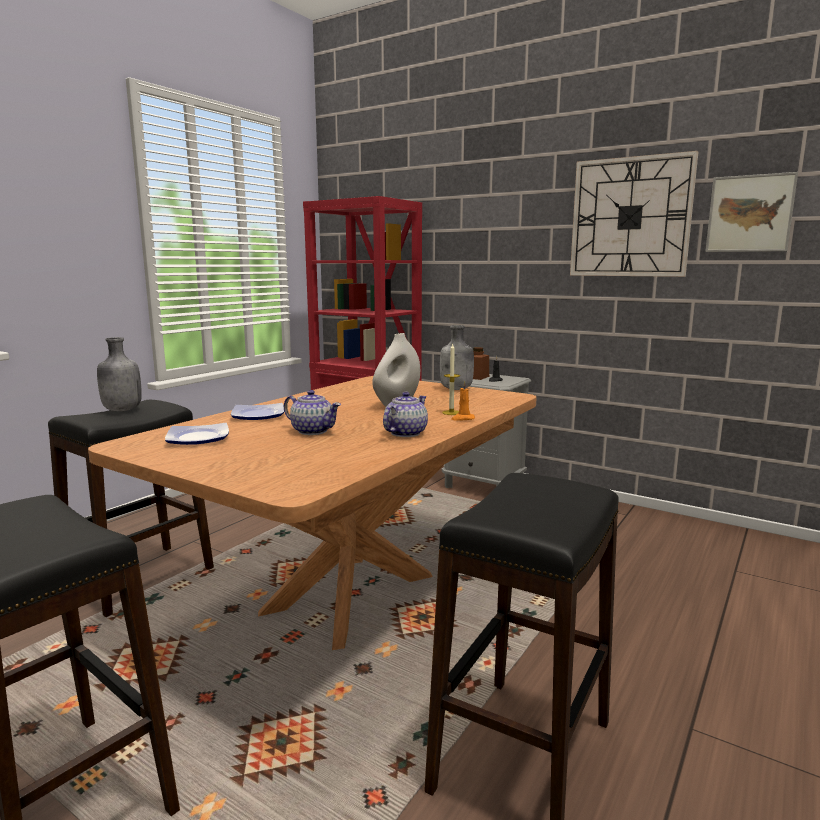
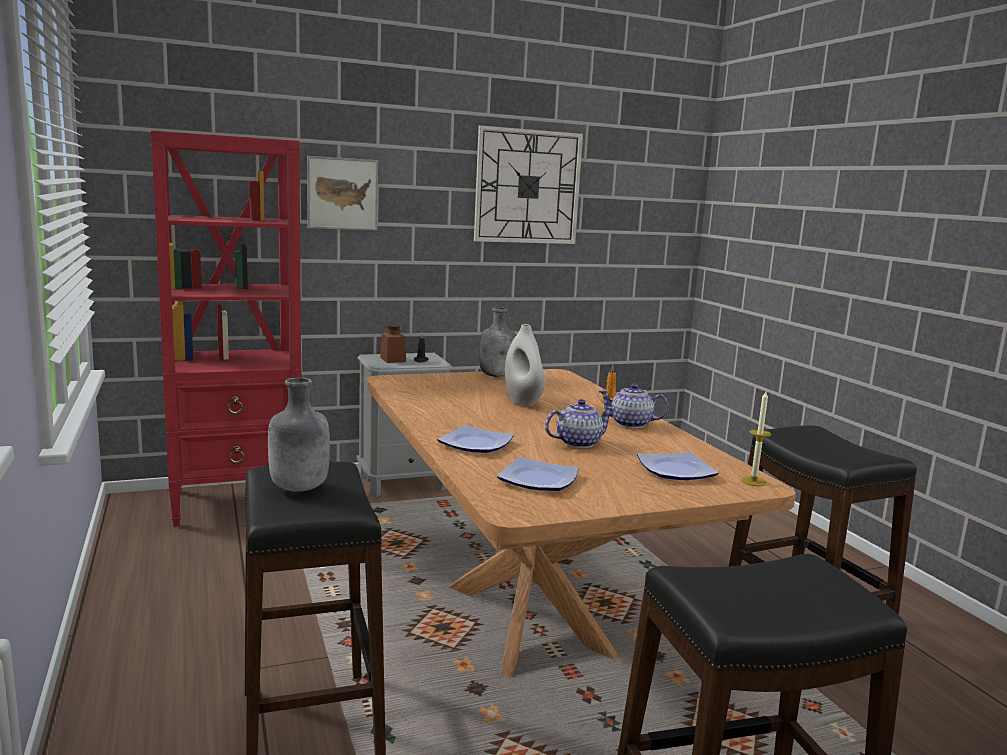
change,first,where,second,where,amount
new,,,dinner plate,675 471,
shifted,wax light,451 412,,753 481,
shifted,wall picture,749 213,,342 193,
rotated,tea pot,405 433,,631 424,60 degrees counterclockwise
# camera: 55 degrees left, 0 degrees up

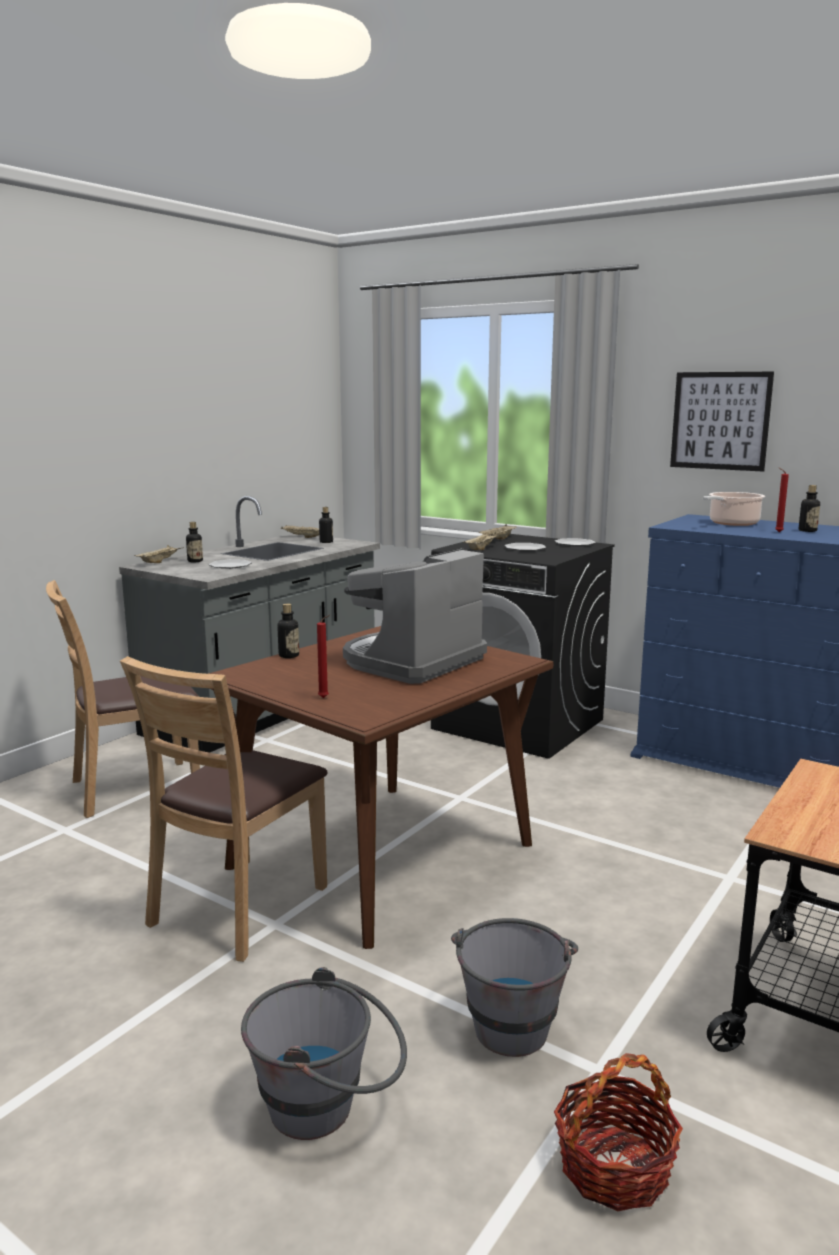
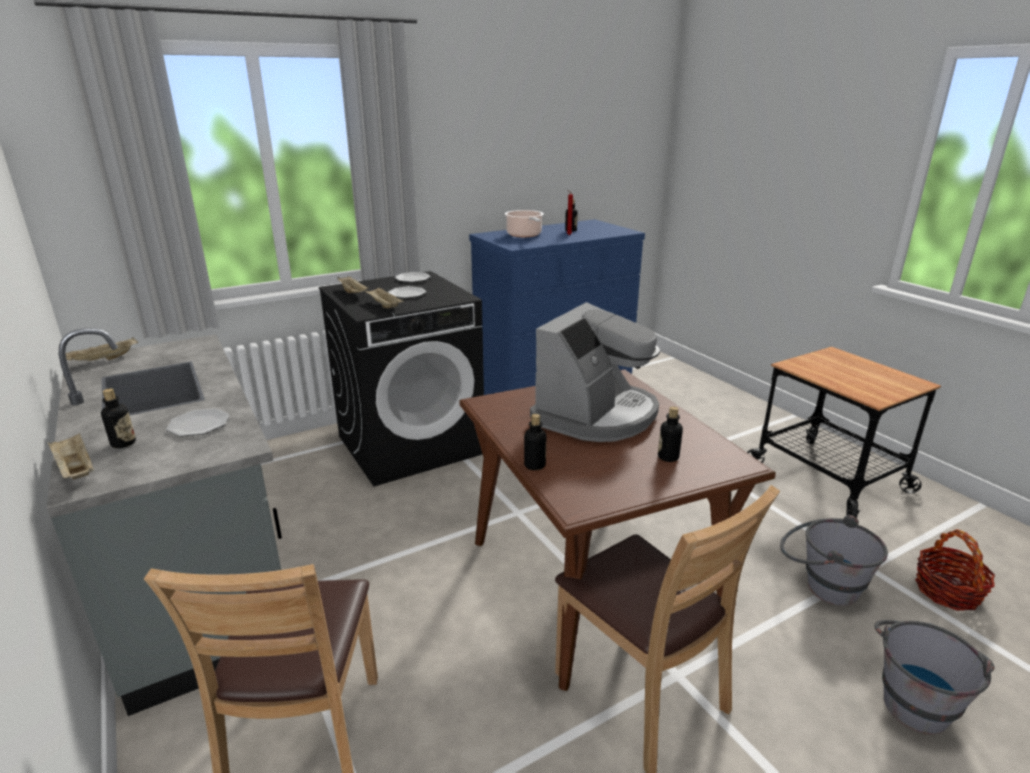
change,first,where,second,where,amount
gone,red wax light,325 698,,,
gone,wall picture,720 421,,,
shifted,beverage bottle,326 542,,668 457,
rotated,coffee maker,411 662,,596 415,120 degrees counterclockwise
# camera: 65 degrees left, 10 degrees up

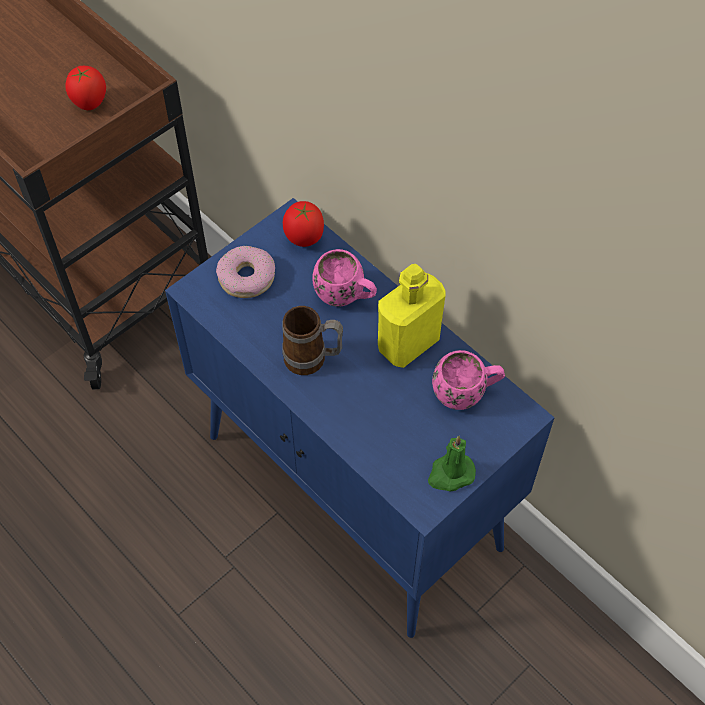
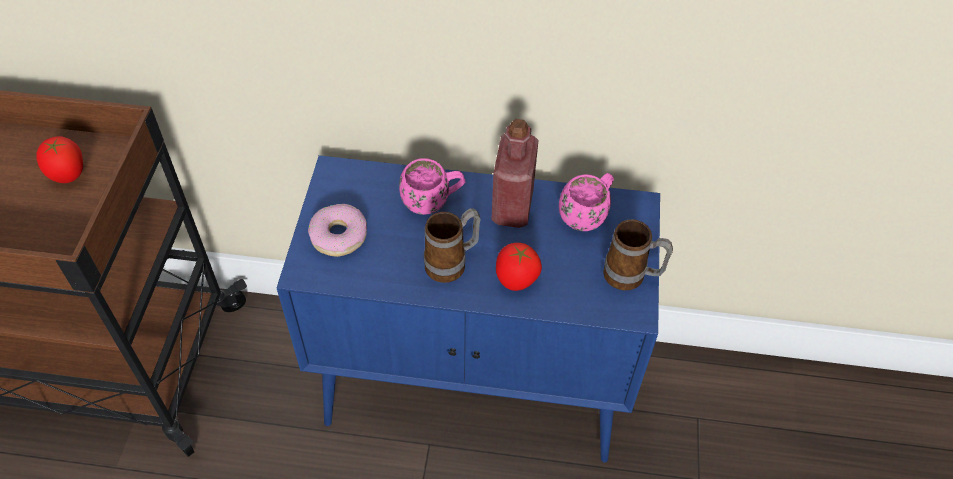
change,first,where,second,where,amount
shifted,fresh tomato,304 239,,516 282,
swapped,green-coloured wax light,450 474,coffee mug,632 277,
repainted,yellowish beverage bottle,408 344,red beverage bottle,512 207,
# camera: 40 degrees left, 5 degrees down

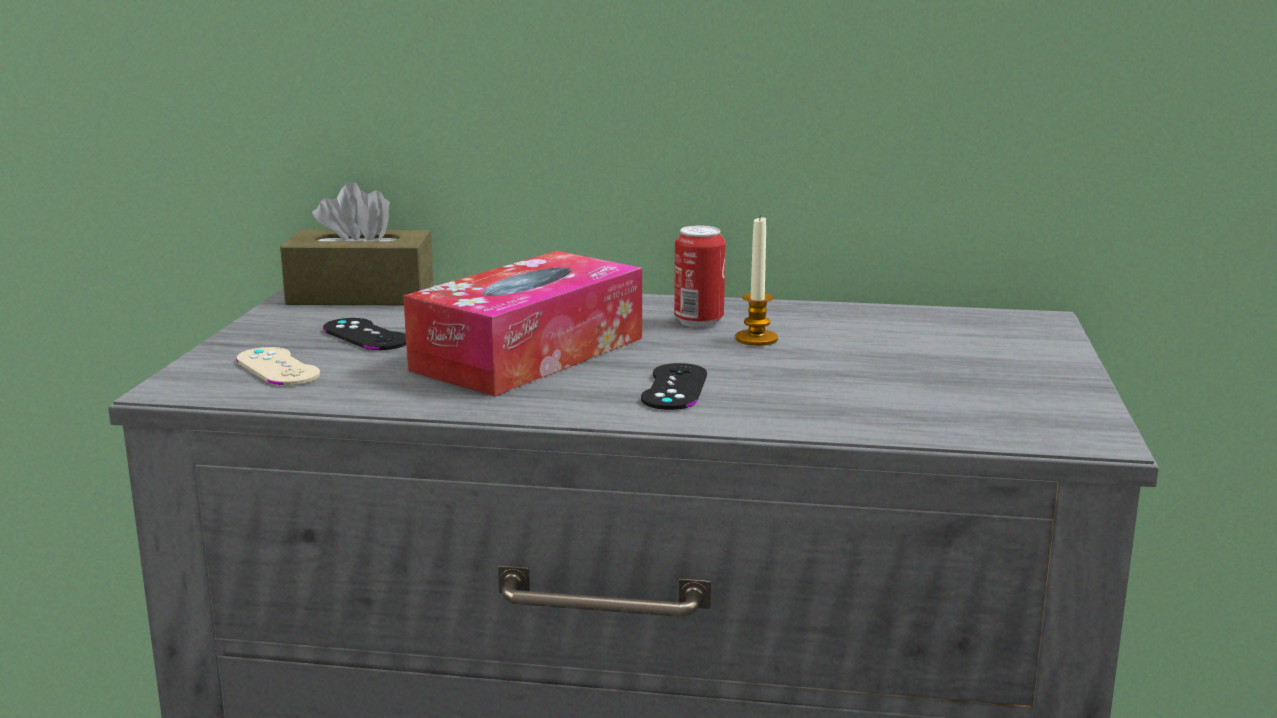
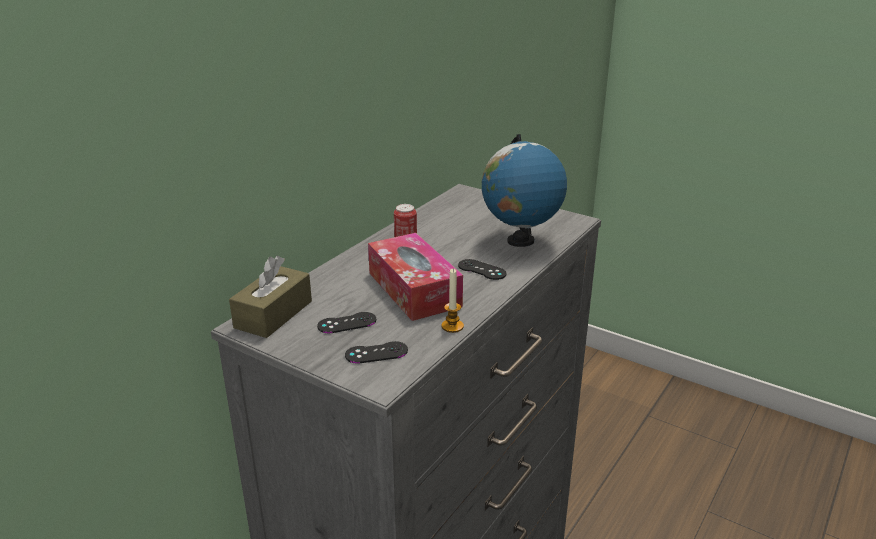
change,first,where,second,where,amount
new,,,globe,520 241,
shifted,wax light,756 339,,452 326,
repainted,beige-coloured game controller,277 367,black-coloured game controller,376 353,
# camera: 65 degrees left, 10 degrees up

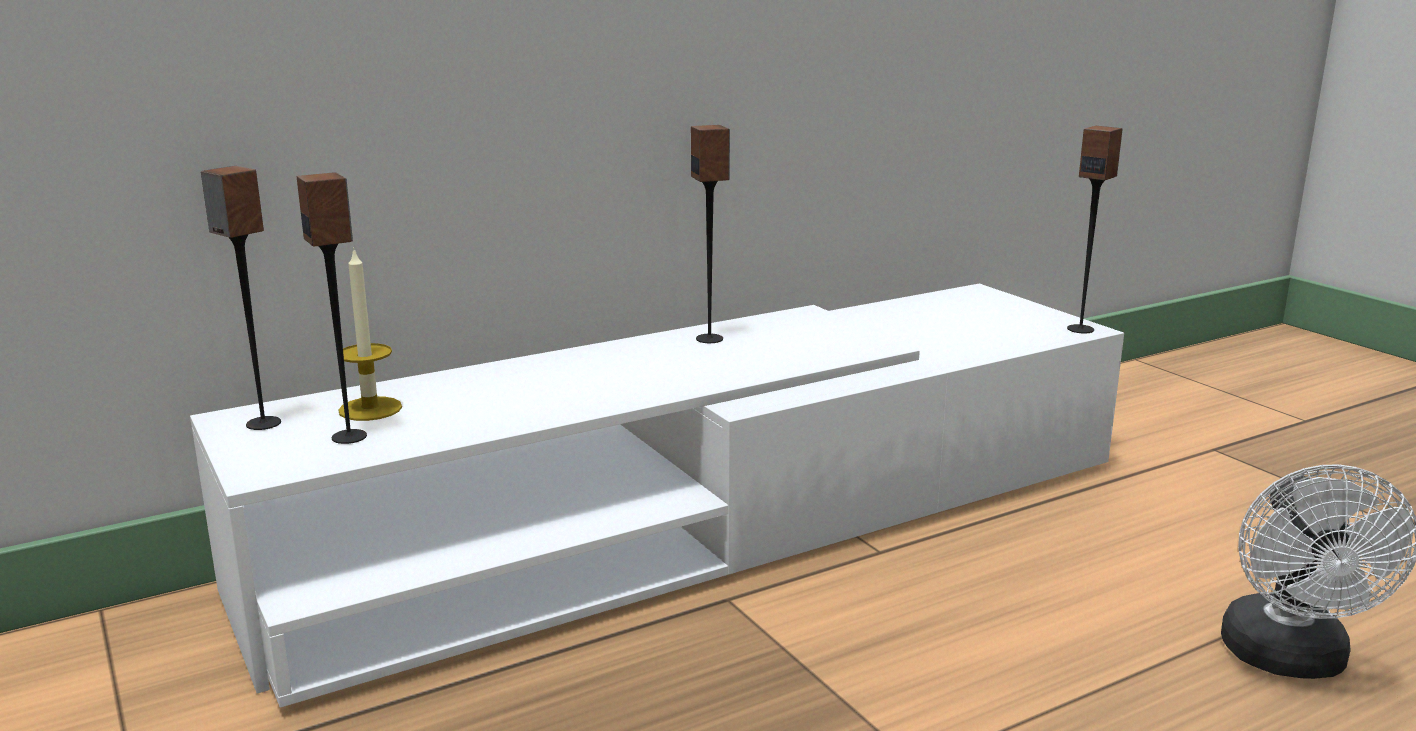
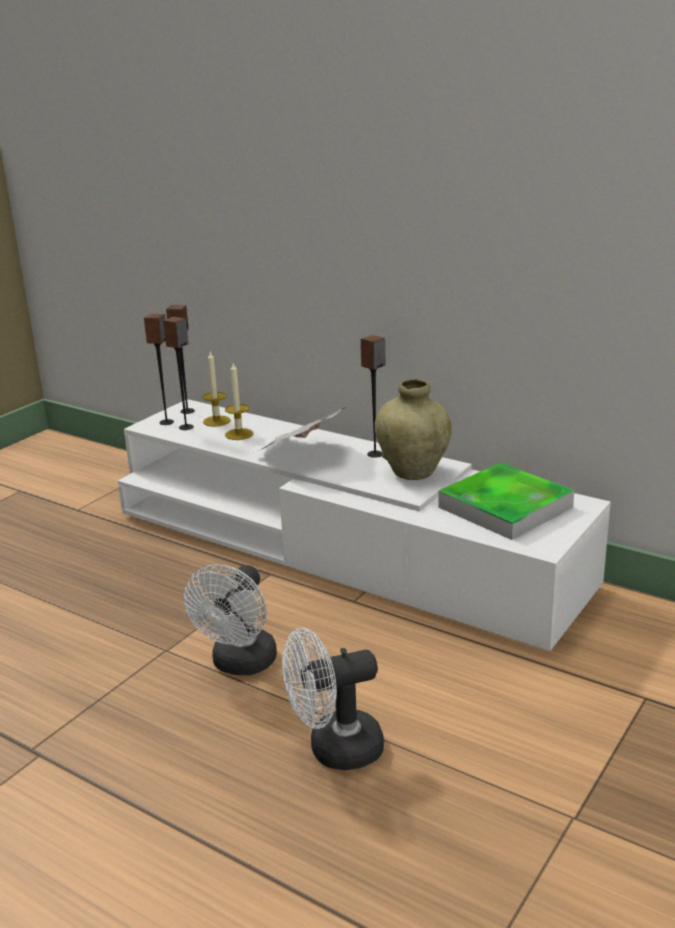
change,first,where,second,where,amount
new,,,whitish cooling fan,240 664,
new,,,wax light,239 434,
new,,,printed paper,301 453,
new,,,beige-coloured flower vase,413 472,
new,,,serving tray,505 507,
shifted,loudspeaker,1080 329,,167 422,
# camera: 65 degrees right, 5 degrees up

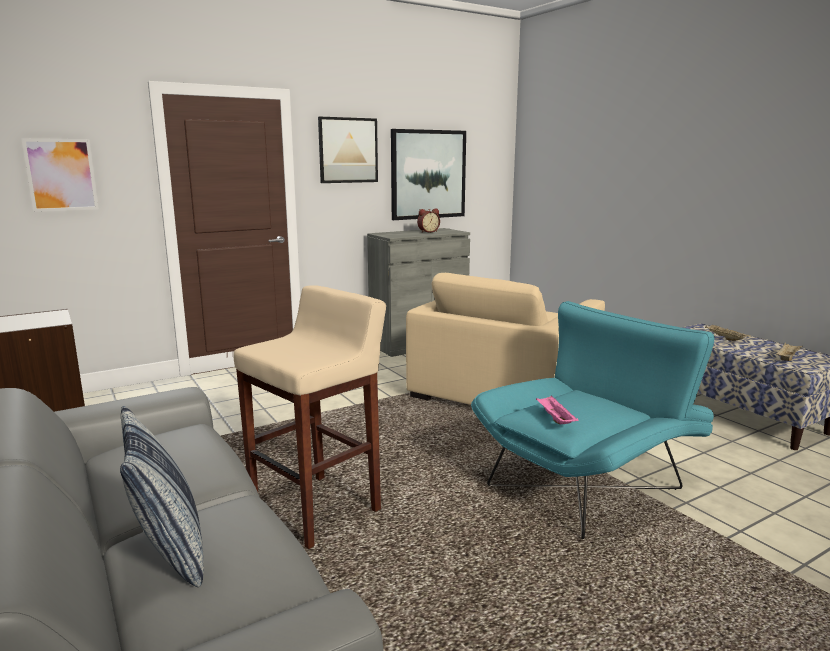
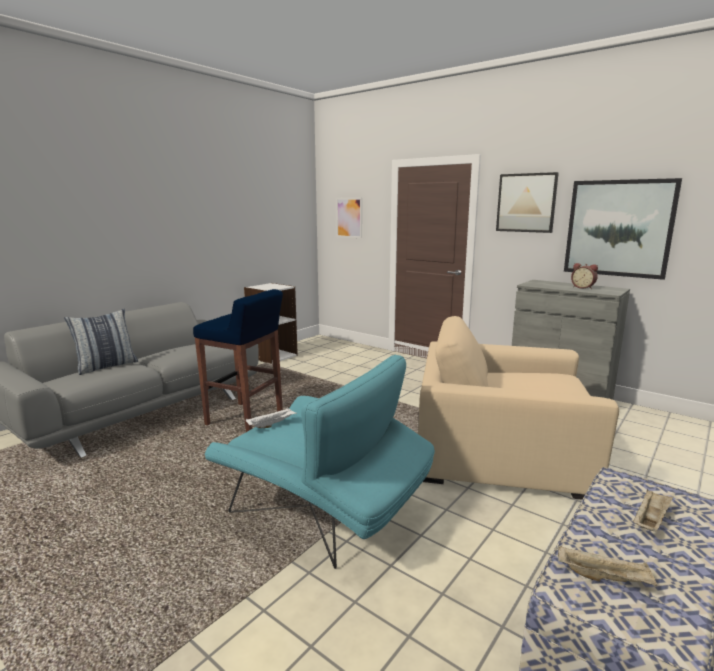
change,first,where,second,where,amount
repainted,beige-coloured stool seat,317 509,blue-coloured stool seat,245 419,
repainted,pink-coloured serving tray,555 419,whitish serving tray,272 424,
# camera: 70 degrees right, 0 degrees up

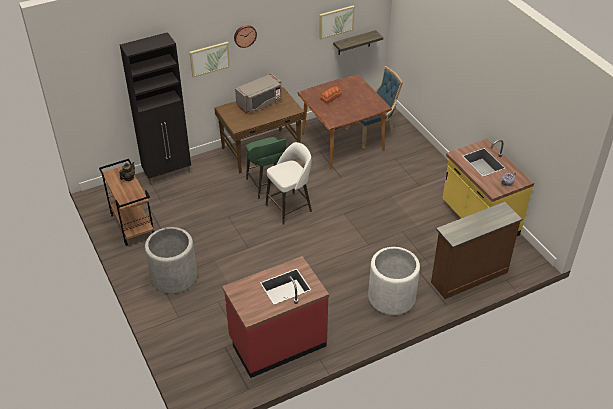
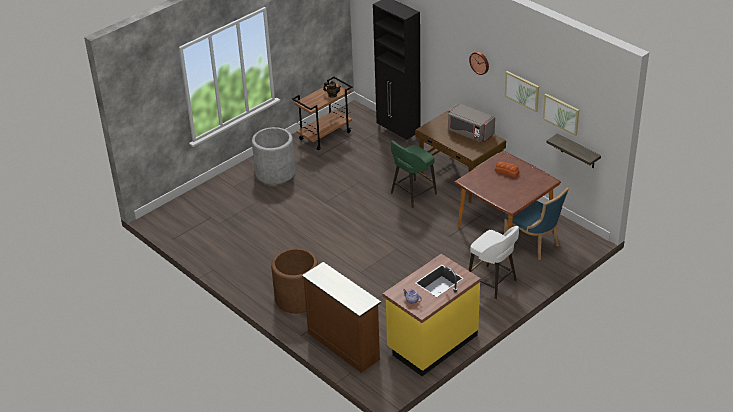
change,first,where,second,where,amount
gone,red counter,277 342,,,
shifted,wall picture,209 59,,522 91,
shifted,whitish stool seat,290 207,,492 283,
repainted,whitish plant pot,391 297,brownish plant pot,297 298,
# camera: 75 degrees right, 5 degrees down

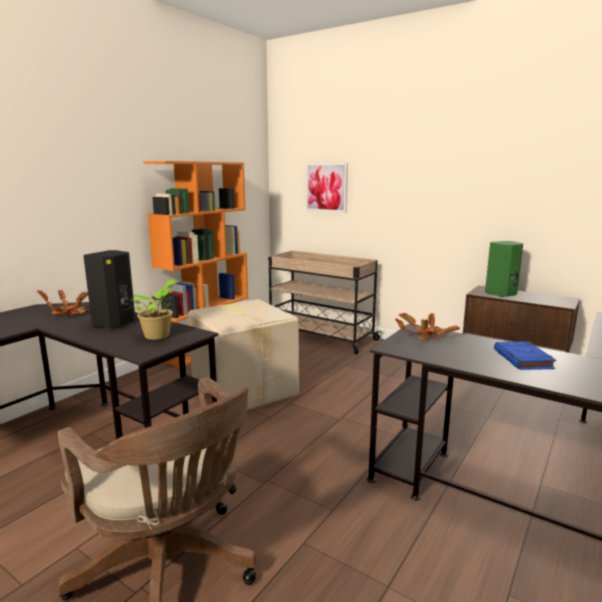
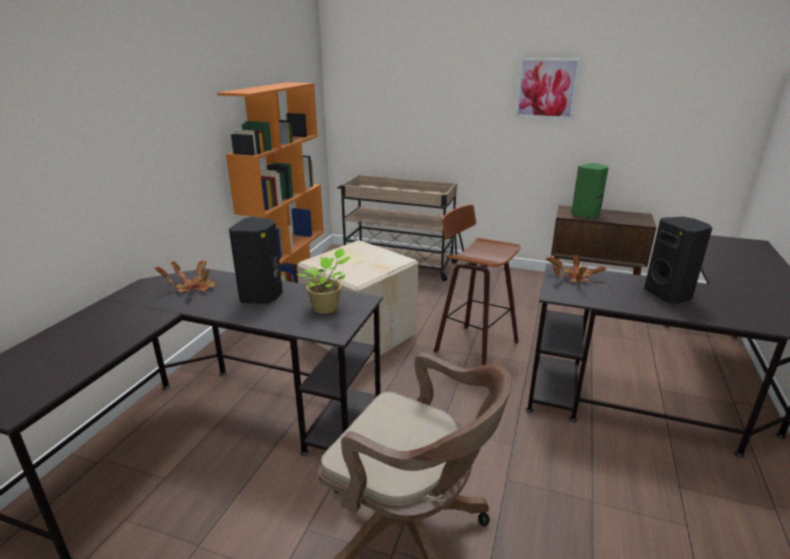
change,first,where,second,where,amount
new,,,stool seat,473 347,
shifted,wall picture,326 187,,546 88,
swapped,blue-coloured bound book,523 359,black-coloured loudspeaker,669 295,
# camera: 15 degrees left, 10 degrees up

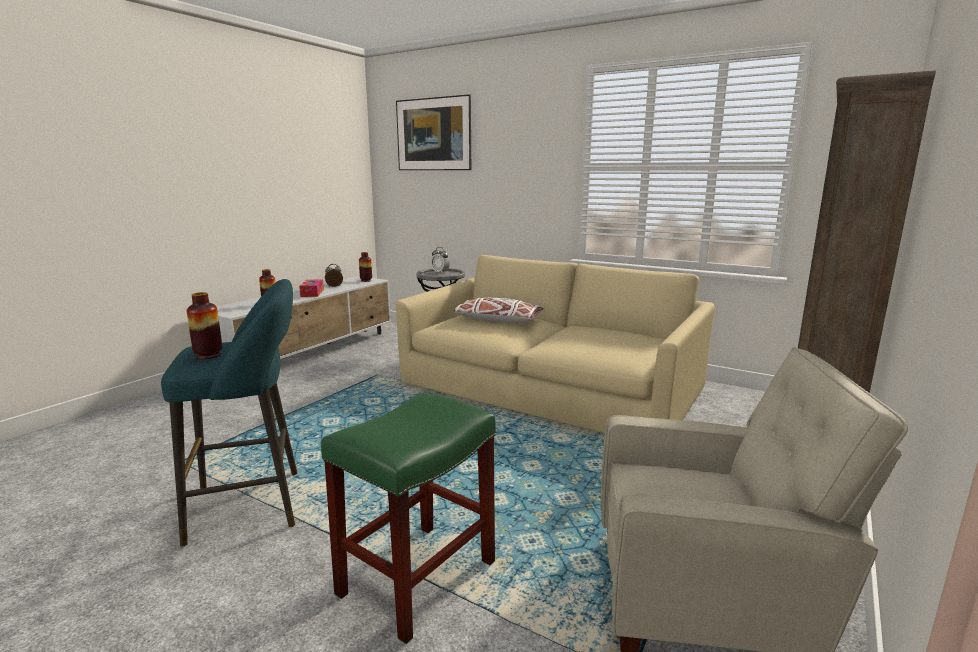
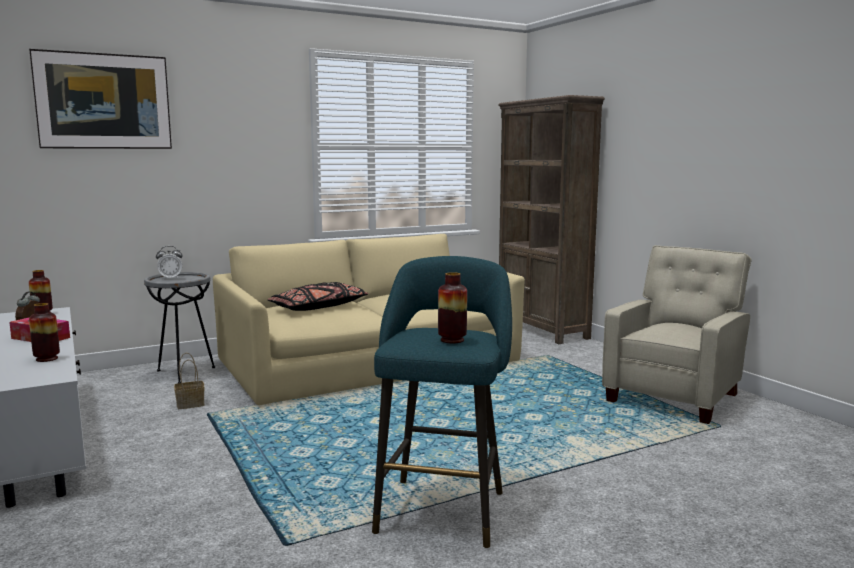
change,first,where,second,where,amount
gone,green-coloured stool seat,417 579,,,
new,,,basket,189 404,
repainted,whitish pillow,497 320,black-coloured pillow,318 307,
# camera: 60 degrees left, 5 degrees down

